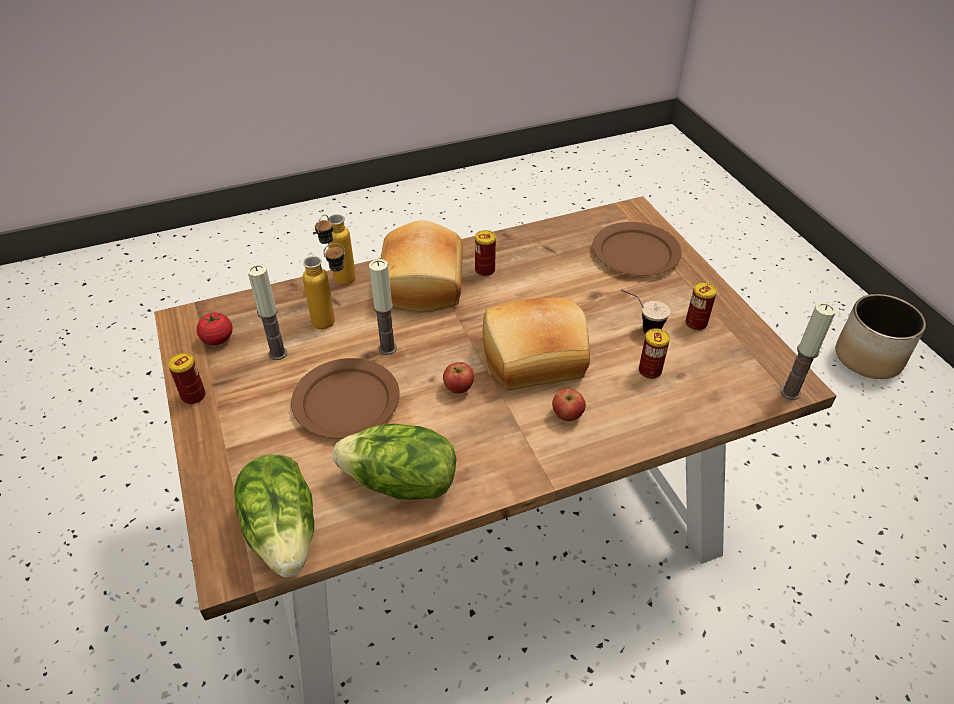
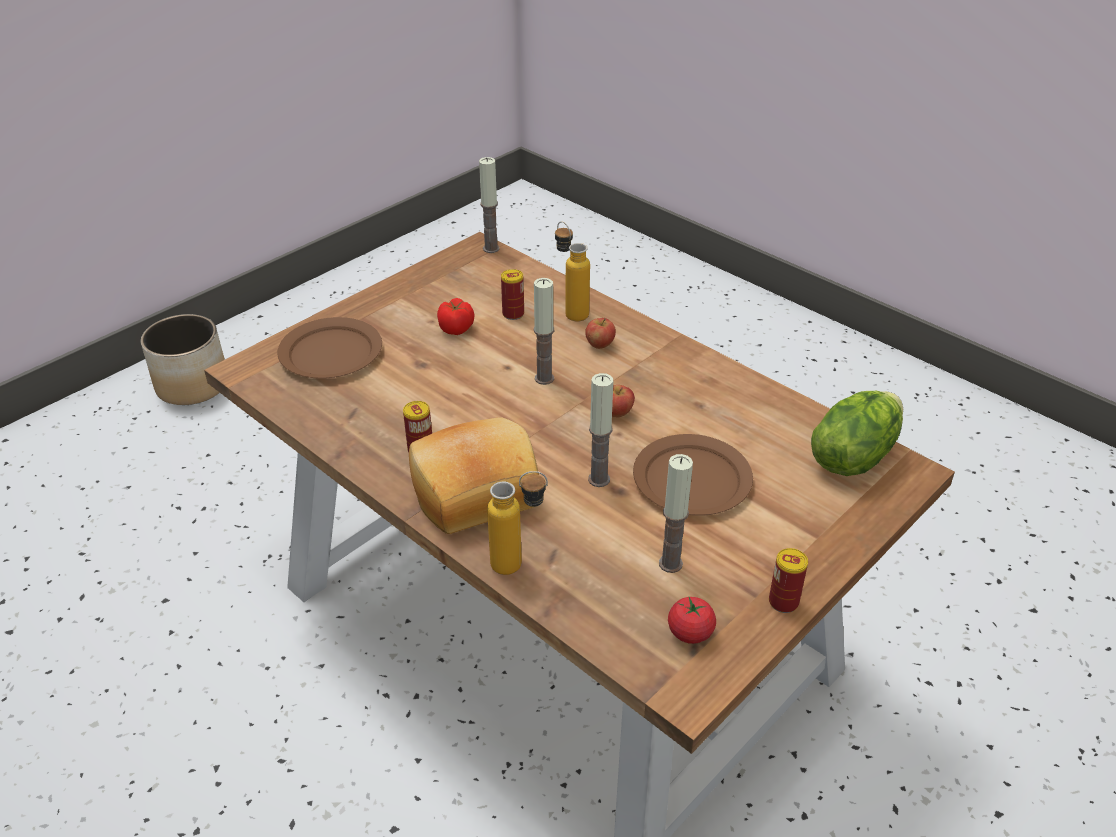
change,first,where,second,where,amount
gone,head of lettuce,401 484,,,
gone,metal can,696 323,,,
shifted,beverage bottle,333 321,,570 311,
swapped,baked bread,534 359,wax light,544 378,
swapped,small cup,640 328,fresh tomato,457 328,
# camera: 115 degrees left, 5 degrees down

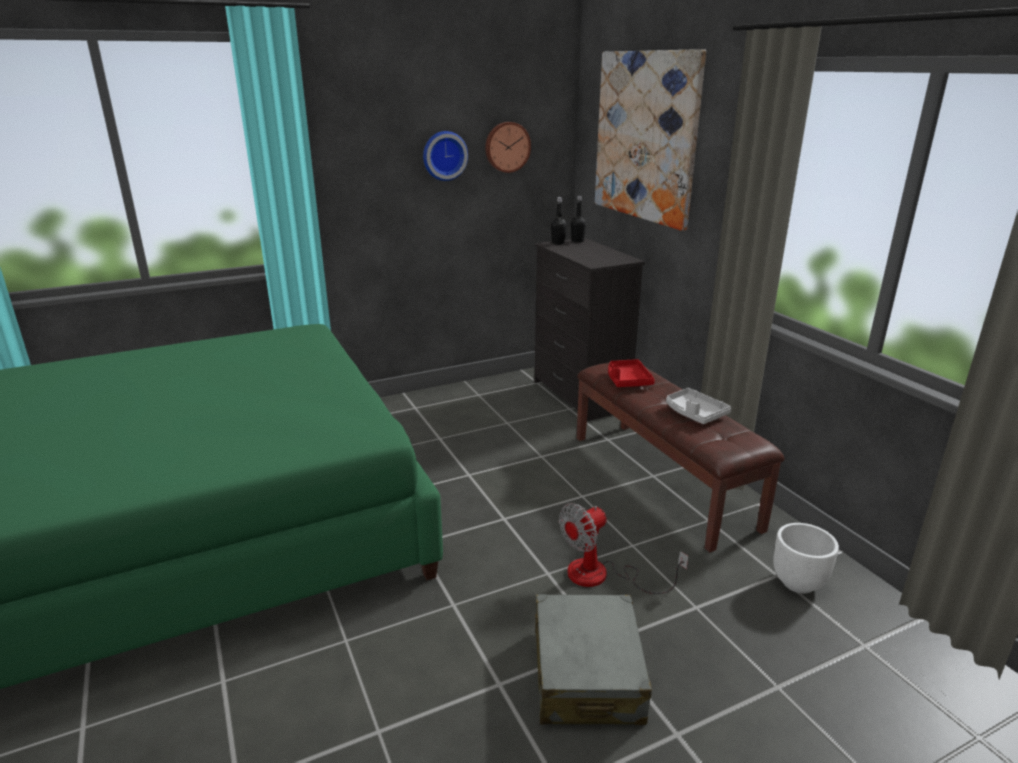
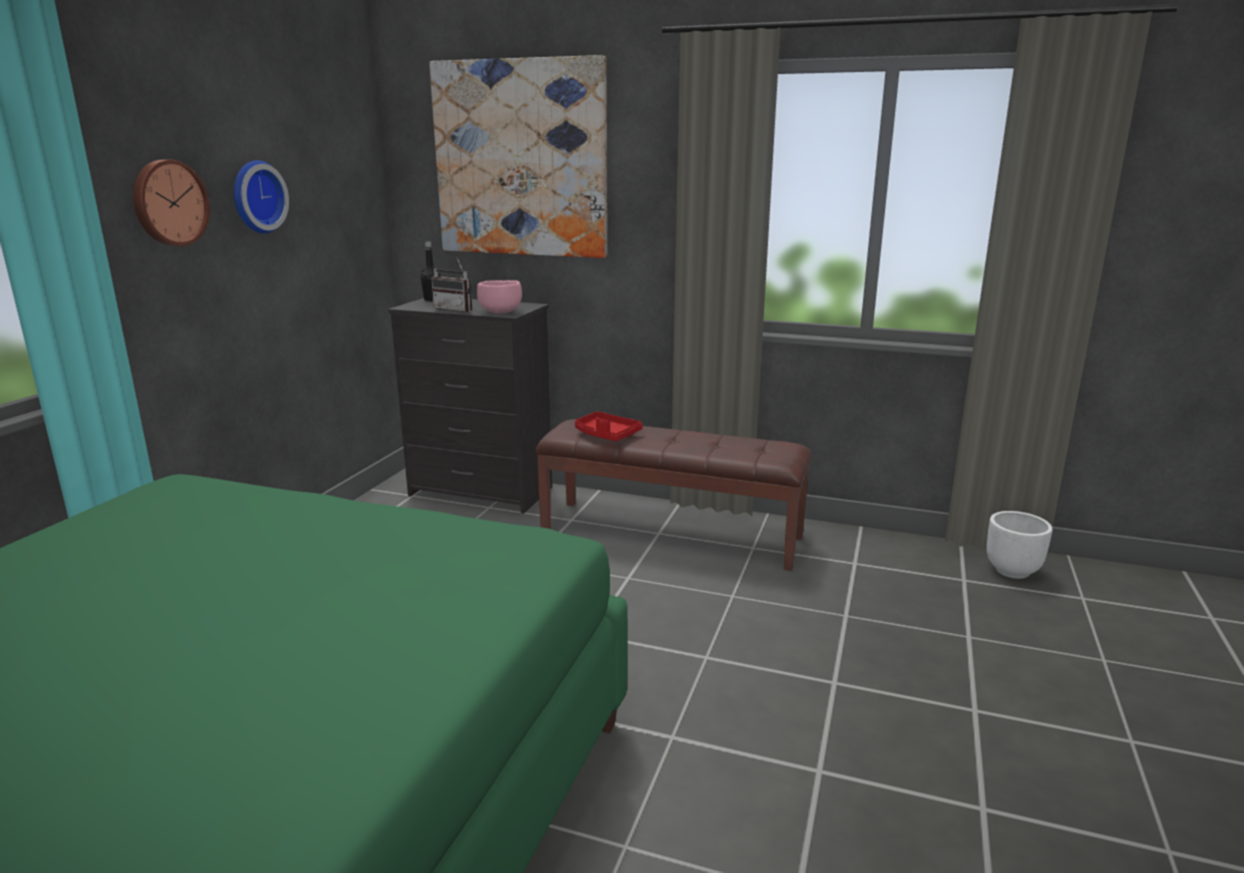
change,first,where,second,where,amount
gone,greyish piece of luggage,587 674,,,
gone,black-coloured beverage bottle,558 243,,,
gone,cooling fan,602 576,,,
gone,greyish serving tray,694 413,,,
new,,,radio receiver,456 309,
new,,,pink-coloured deep dish,501 312,
shifted,clock on the wall,507 147,,169 203,
shifted,whitish plant pot,799 583,,1013 571,
# camera: 45 degrees left, 5 degrees down

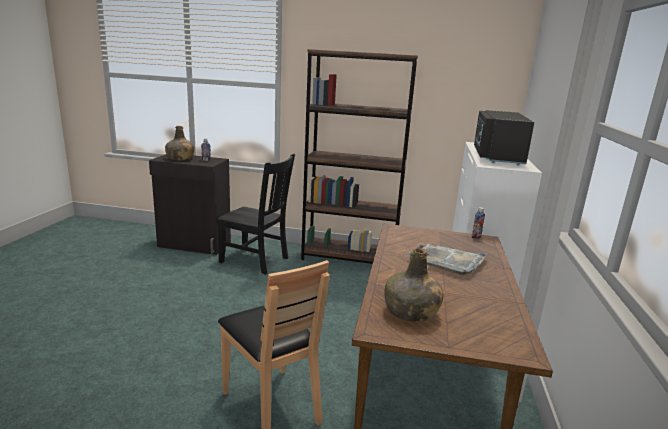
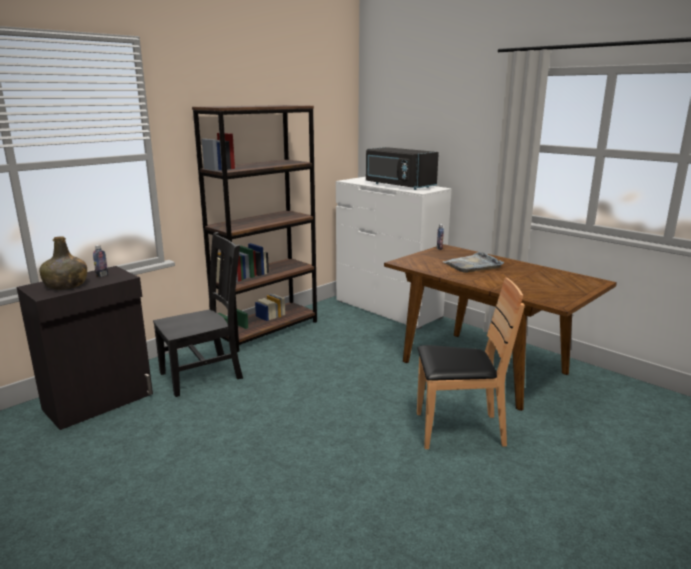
change,first,where,second,where,amount
gone,green-coloured beverage bottle,411 312,,,
# camera: 55 degrees left, 0 degrees up

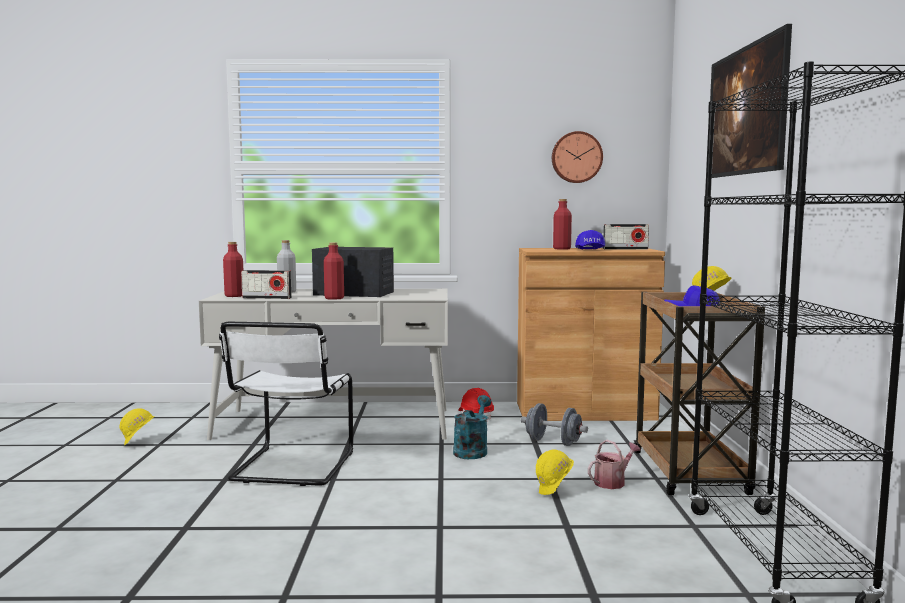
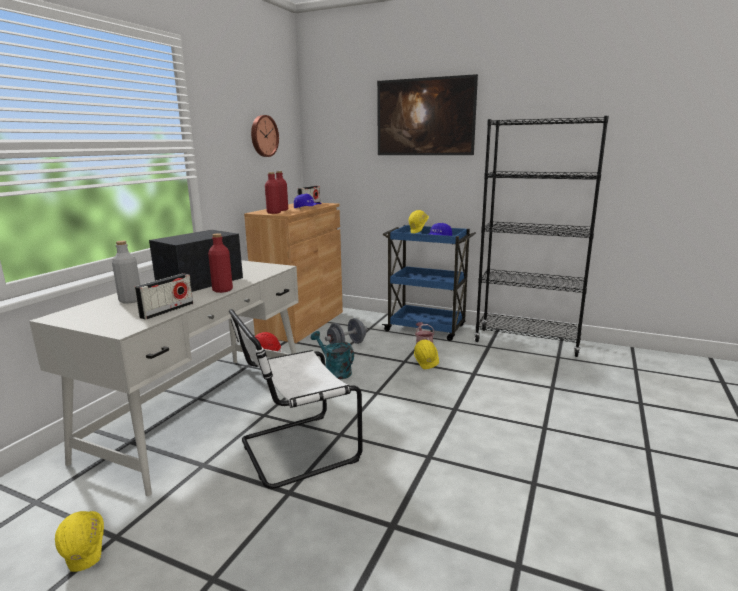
change,first,where,second,where,amount
shifted,red beverage bottle,234 296,,274 213,
repainted,brownish wheeled cart,690 474,blue-coloured wheeled cart,427 328,
rotated,whitish chair,291 468,,294 451,120 degrees clockwise
# camera: 65 degrees left, 10 degrees up

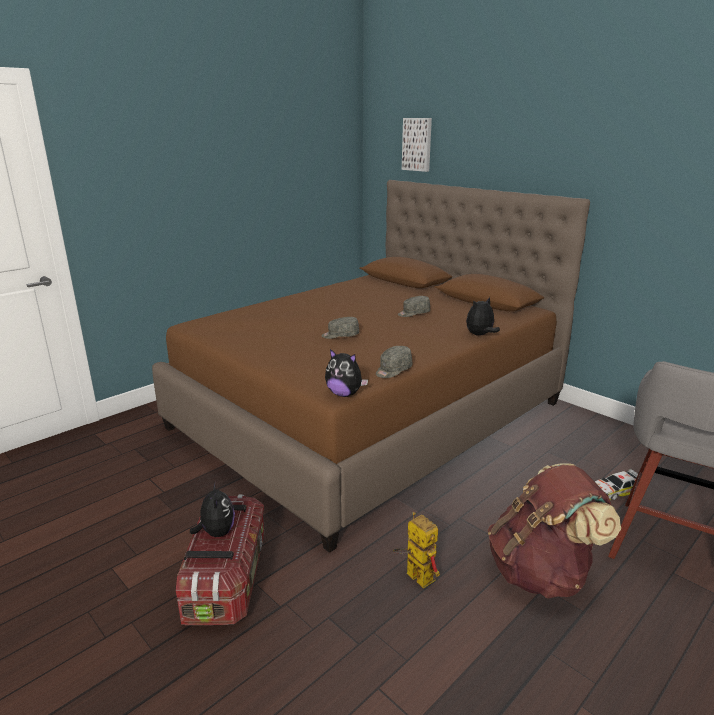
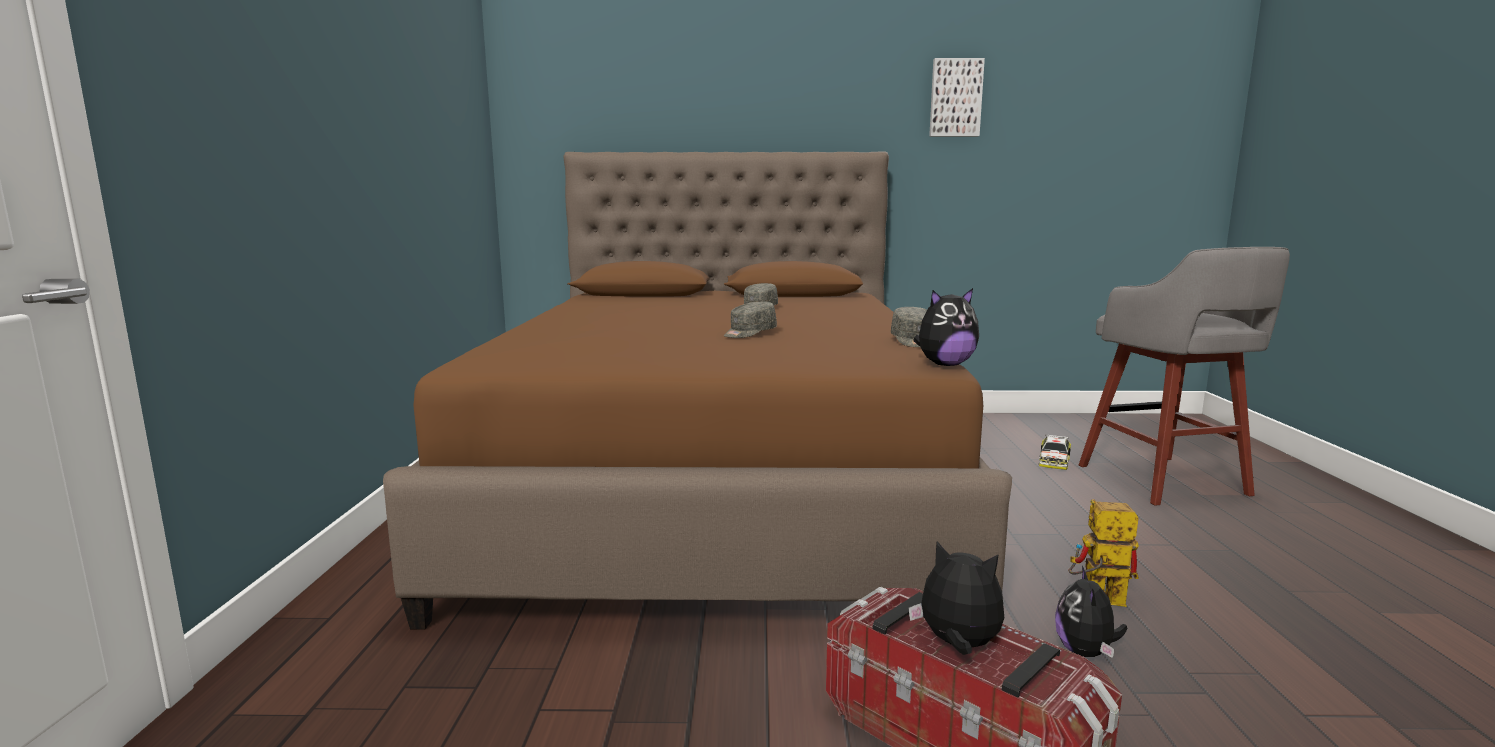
change,first,where,second,where,amount
gone,brownish backpack,541 572,,,
shifted,wall picture,417 144,,955 98,
shifted,plush toy,480 335,,1085 652,
# camera: 45 degrees left, 10 degrees down

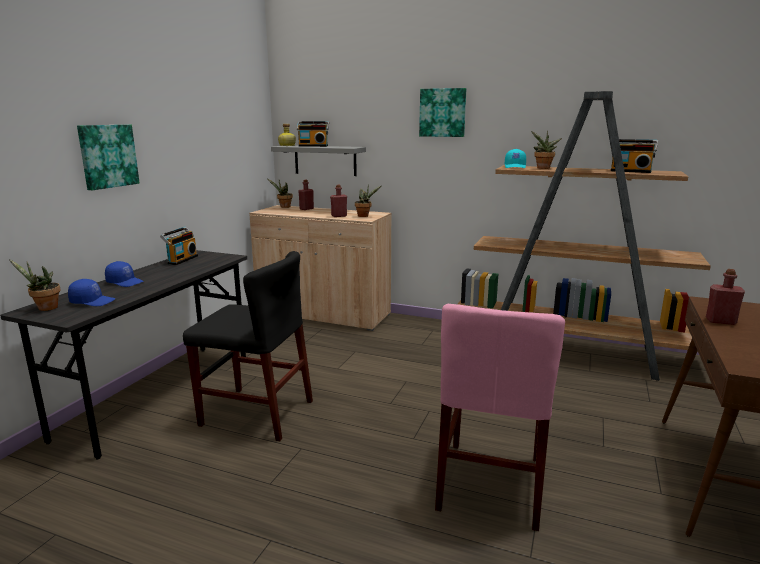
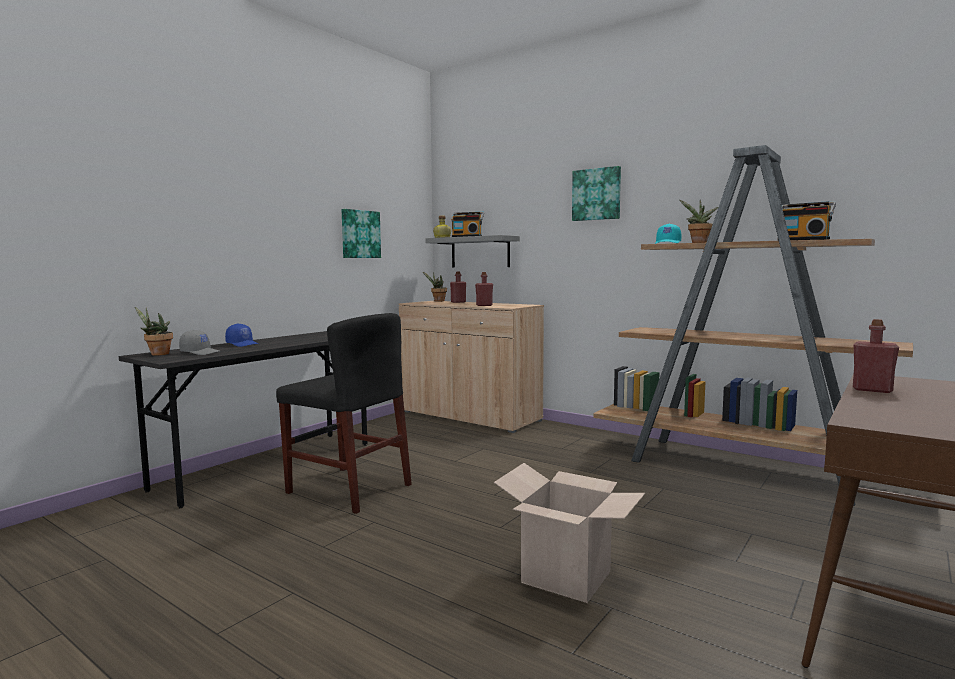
change,first,where,second,where,amount
gone,radio receiver,181 260,,,
gone,potted plant,364 216,,,
shifted,wall picture,107 156,,360 234,
swapped,pink-coloured chair,490 482,cardboard box,566 577,
repainted,blue-coloured baseball cap,93 301,greyish baseball cap,201 352,
# camera: 15 degrees right, 10 degrees down

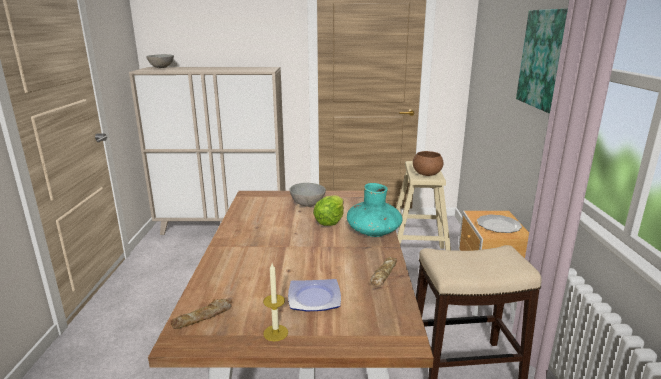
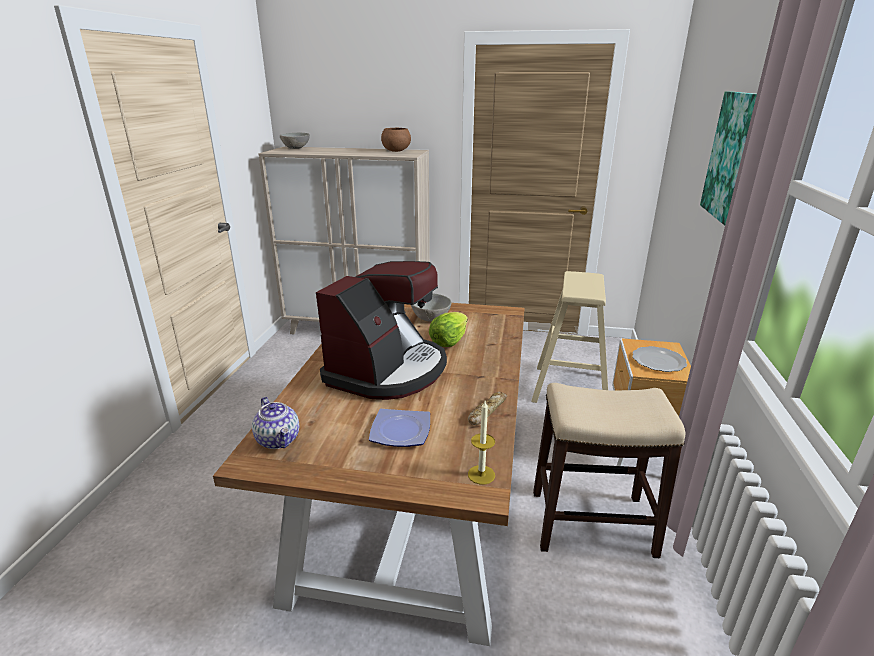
change,first,where,second,where,amount
gone,turquoise flower vase,373 232,,,
new,,,coffee maker,388 370,
shifted,wax light,275 333,,481 474,
shifted,brownish deep dish,426 174,,396 151,
swapped,baked bread,203 317,tea pot,279 440,
# camera: 10 degrees right, 5 degrees up

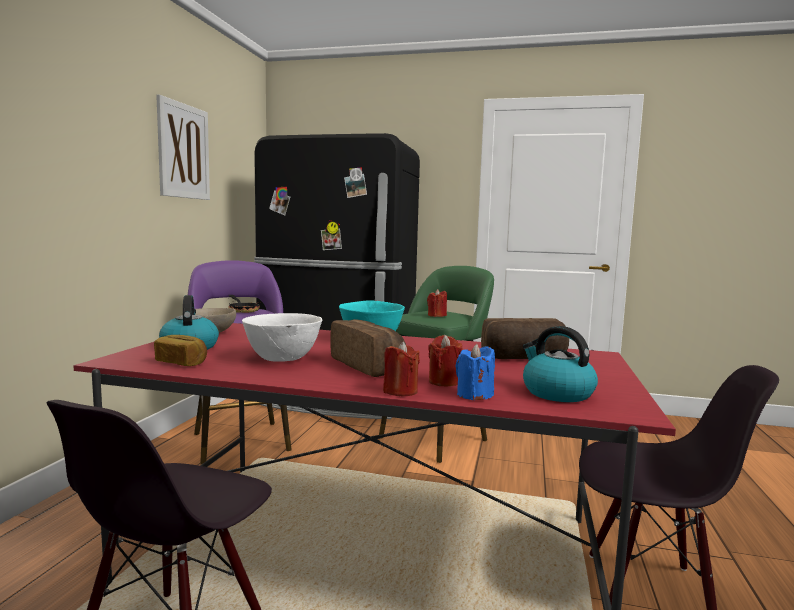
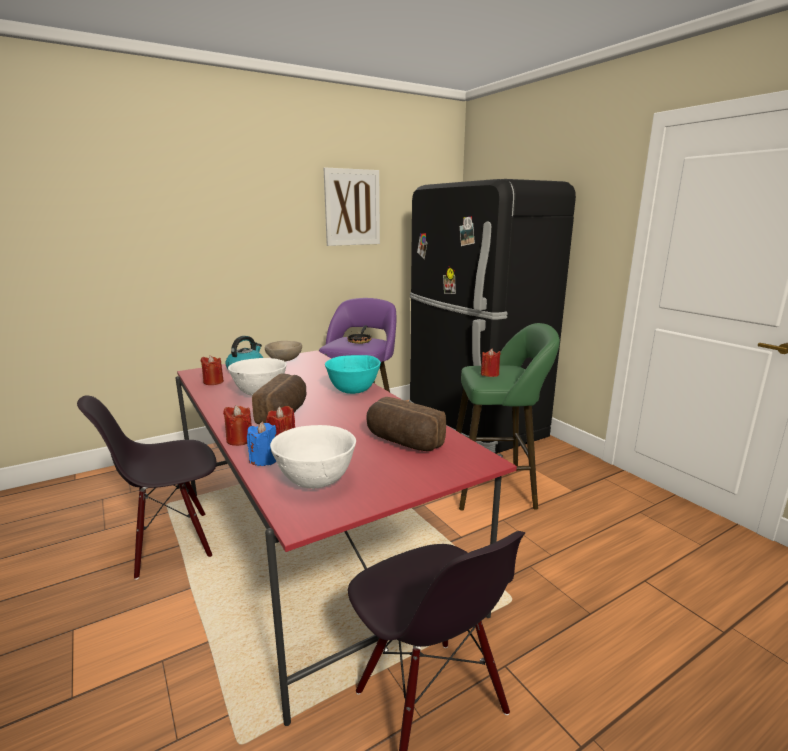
change,first,where,second,where,amount
swapped,baked bread,182 363,red wax light,213 382,
swapped,water kettle,556 393,whitish deep dish,315 480,
# camera: 45 degrees right, 10 degrees up

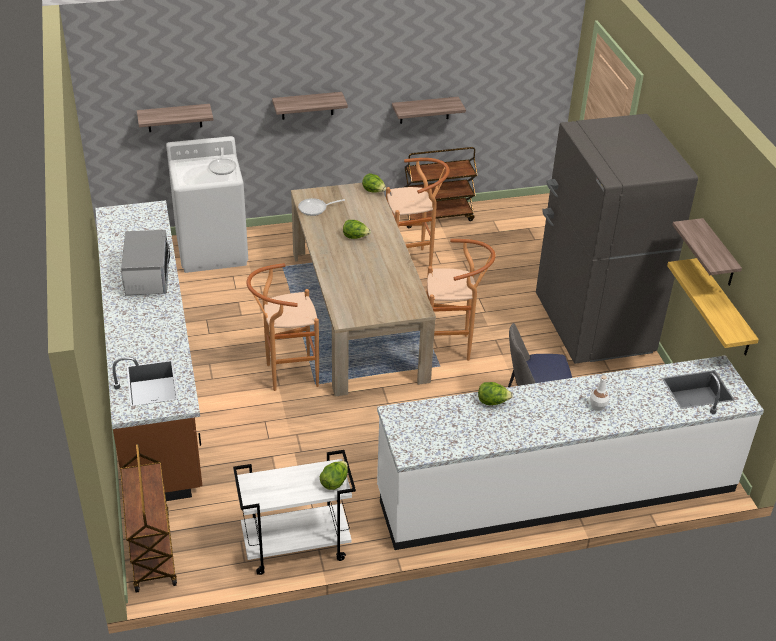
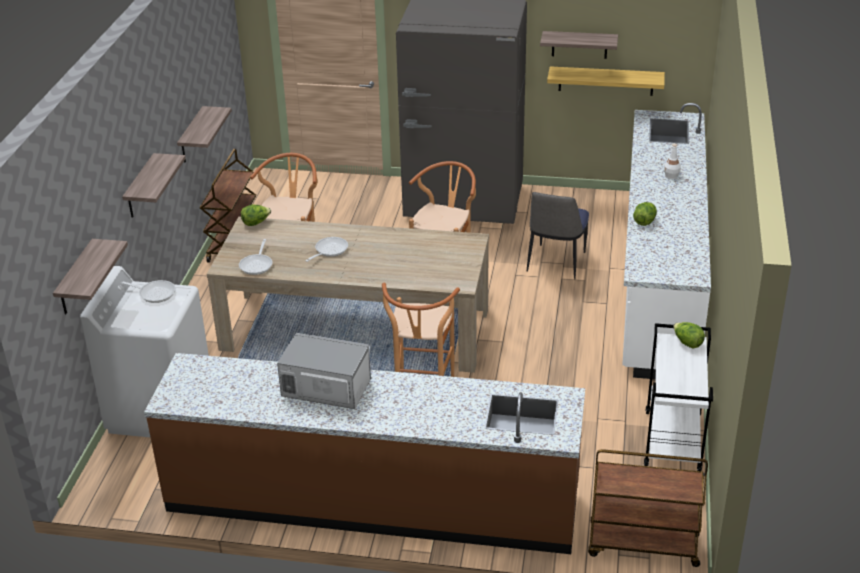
change,first,where,second,where,amount
swapped,head of lettuce,355 237,pan,329 250,
# camera: 65 degrees left, 5 degrees down

